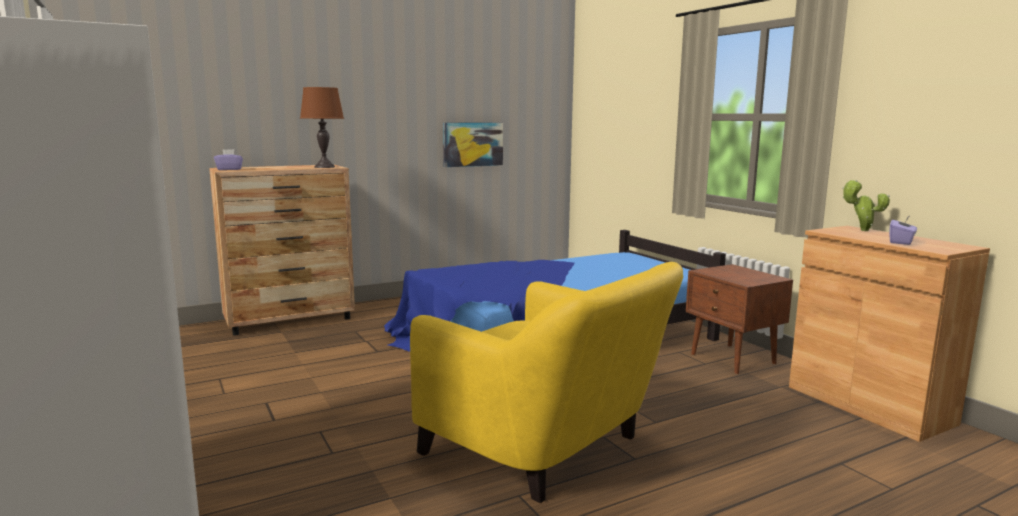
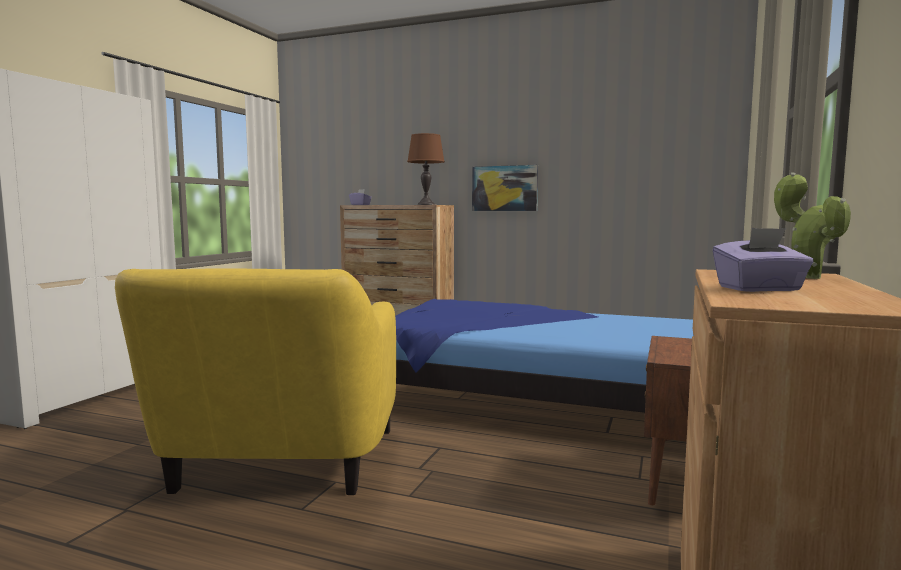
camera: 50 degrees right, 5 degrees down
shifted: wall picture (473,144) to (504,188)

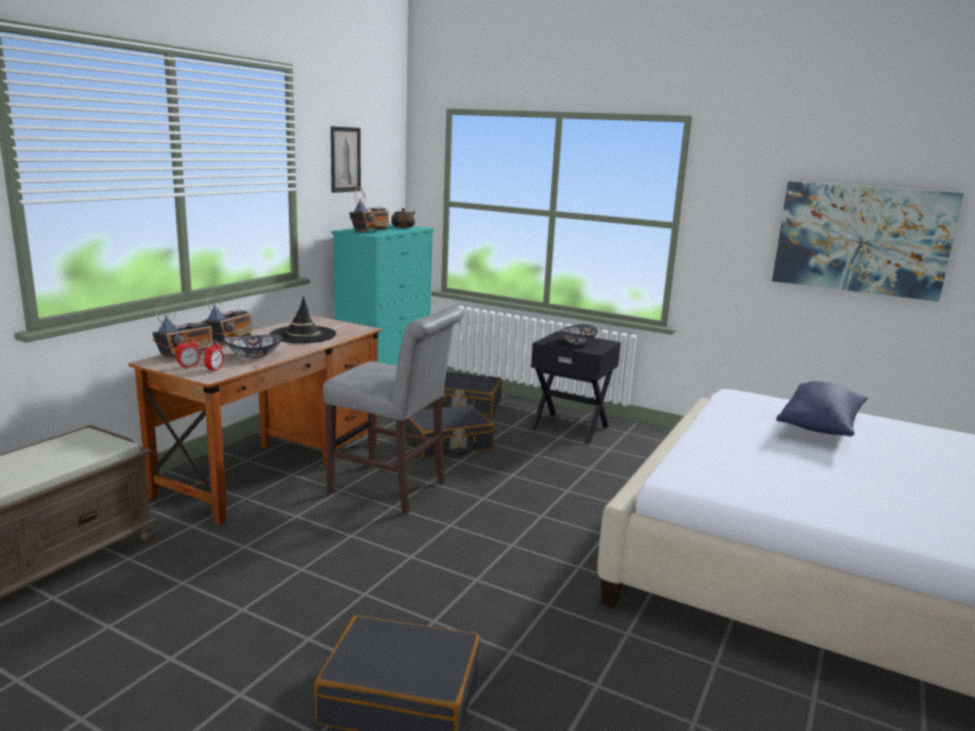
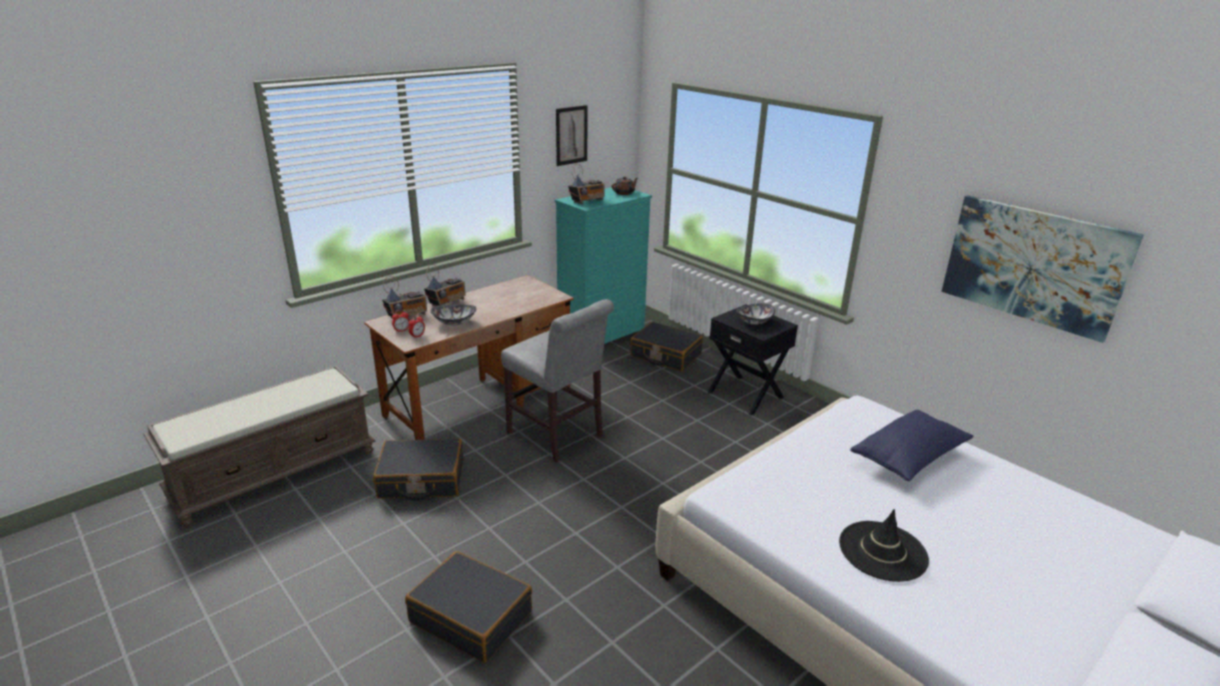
camera: 20 degrees right, 10 degrees up
shifted: wearable hat/blackish (303,335) to (882,551); suitcase/blackish (447,443) to (421,480)

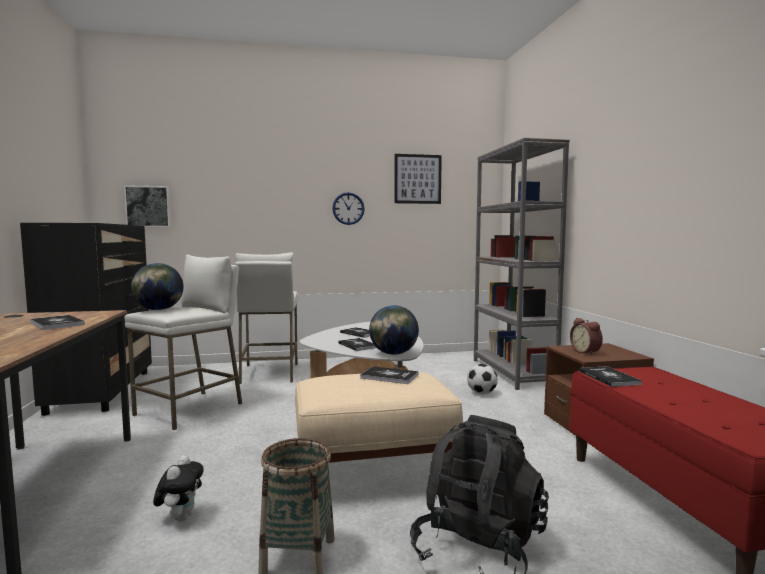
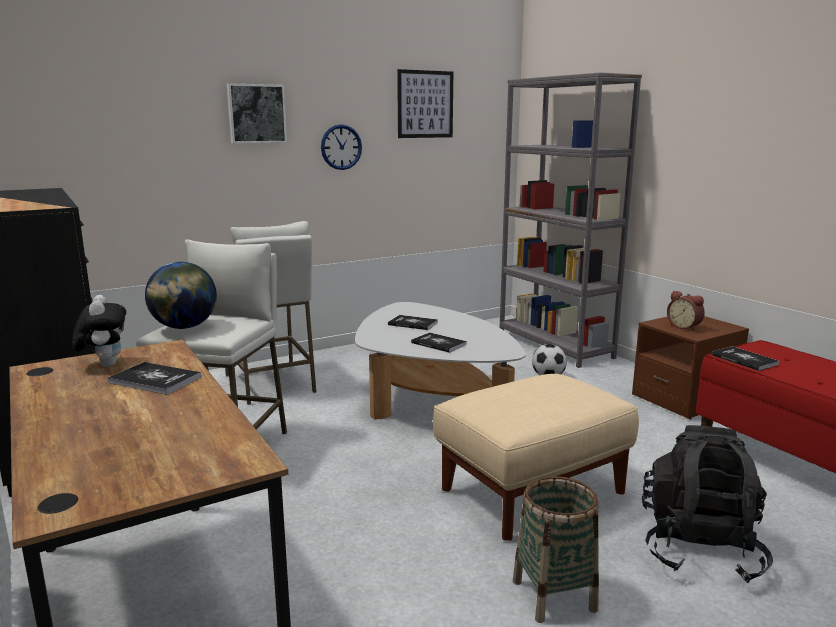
camera: 20 degrees left, 10 degrees up
gone: book (389,376); globe (393,354)
shifted: wall picture (148,206) to (256,113); soft toy (181,517) to (105,365)

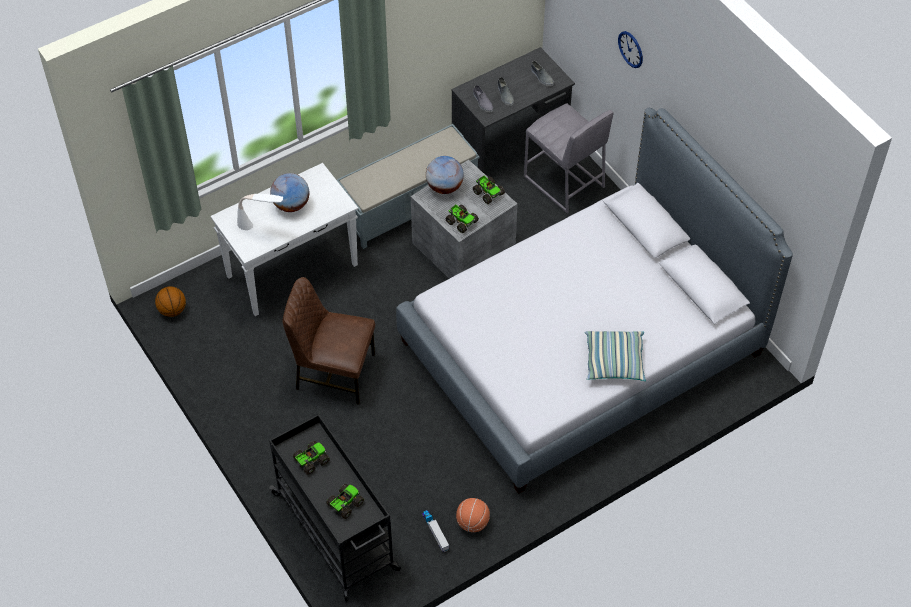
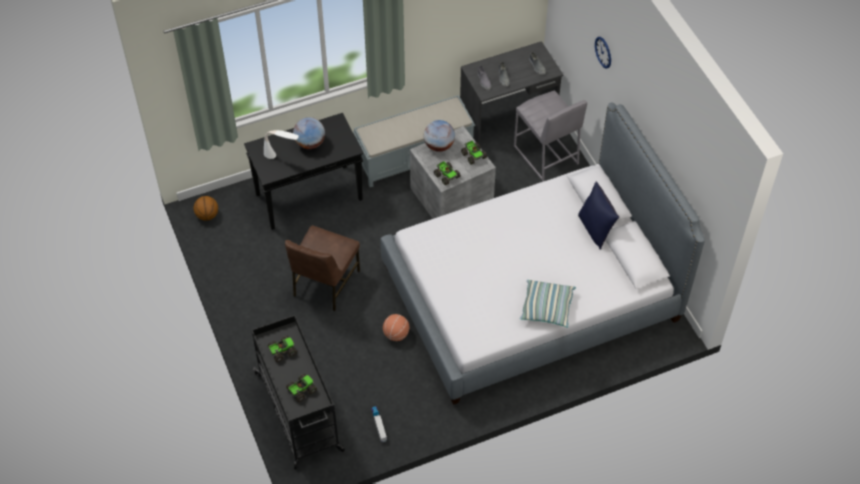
camera: 10 degrees right, 0 degrees up
new: throw pillow/bluish (595,229)
shifted: basketball ball (472,522) to (396,334)
repainted: narrow table/whitish (293,270) to narrow table/blackish (309,196)
rotated: upright chair/brownish (333,372) = (325,284) 90 degrees counterclockwise

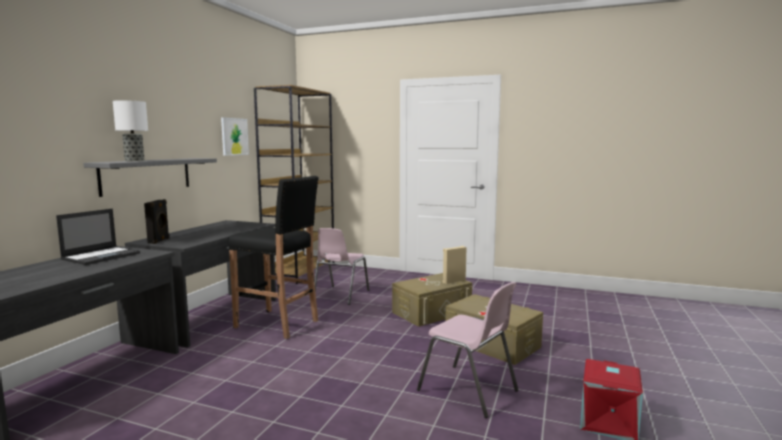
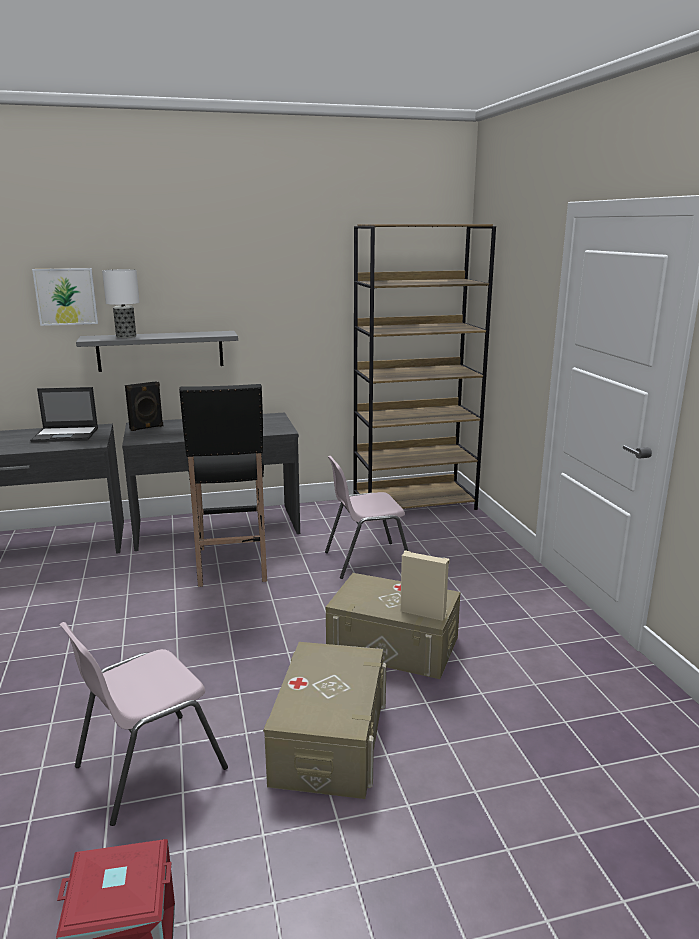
camera: 55 degrees right, 10 degrees up
shifted: wall picture (234,136) to (66,296)
rotated: upright chair/pinkish (469,391) = (148,767) 45 degrees clockwise

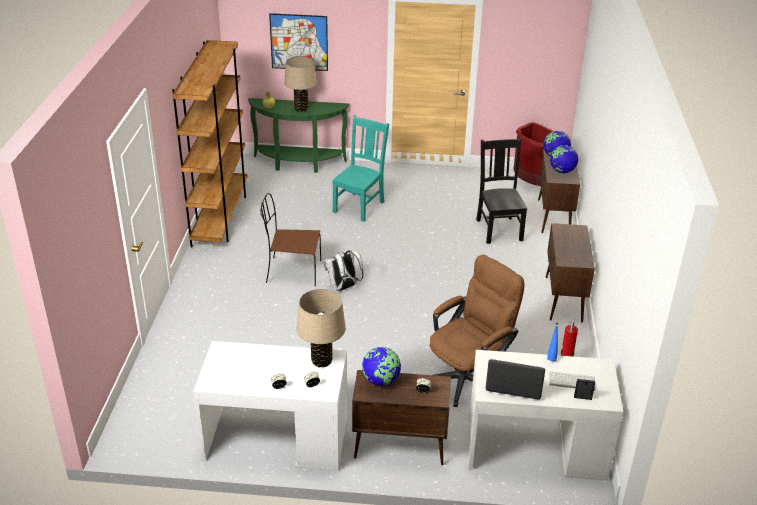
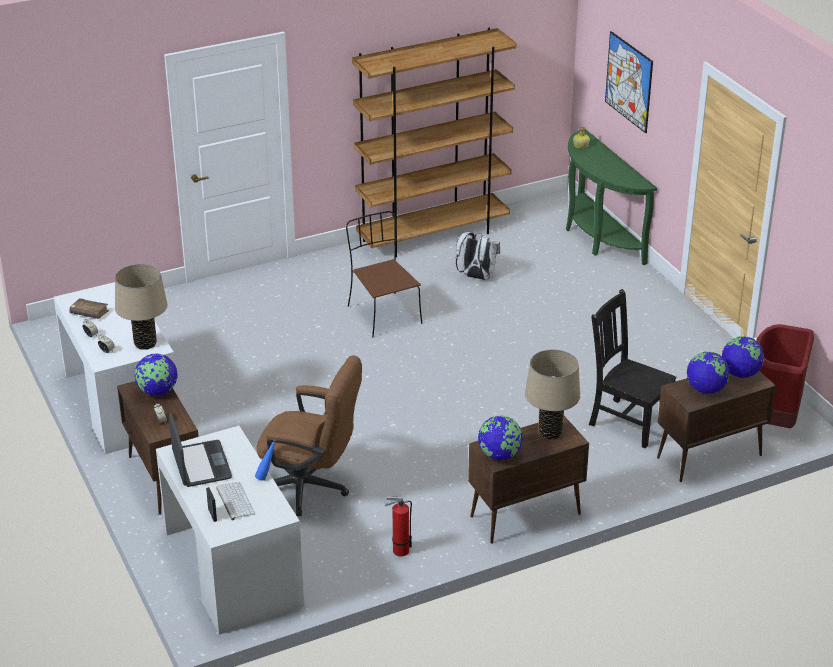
camera: 60 degrees right, 0 degrees up
gone: upright chair/blue-green (360,206)
new: book/brownish (89,313); globe (500,455)
shifted: table lamp/sand-coloured (301,109) to (550,433); backpack/whitish (343,287) to (476,277)
rotated: upright chair/blackish (499,229) = (627,422) 105 degrees counterclockwise

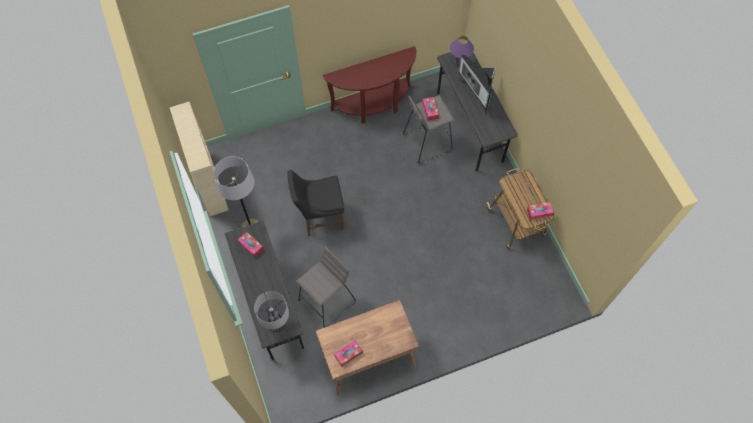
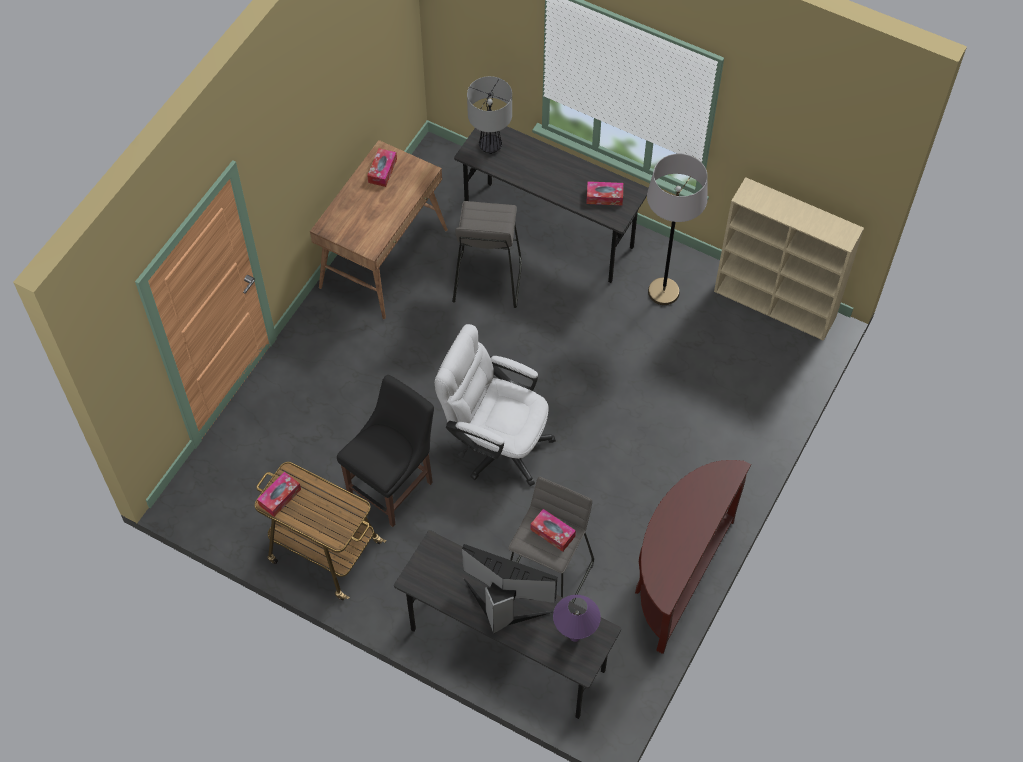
camera: 140 degrees right, 5 degrees down
new: computer chair/whitish (495,443)
shifted: upright chair/blackish (320,217) to (393,485)

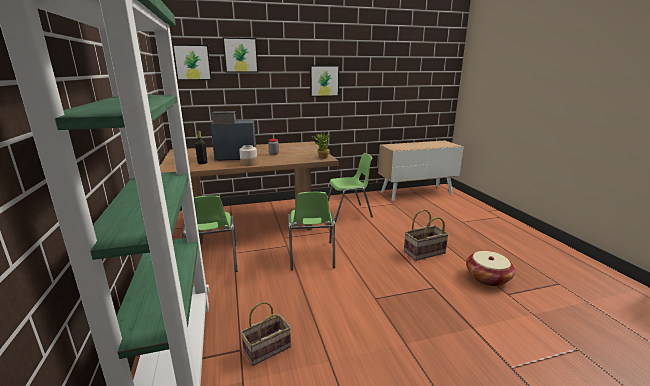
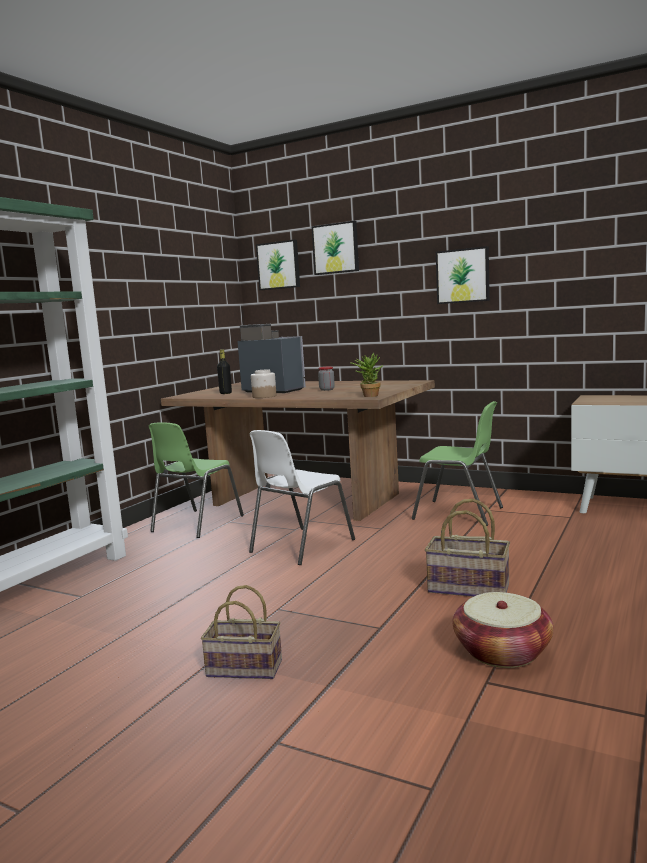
camera: 45 degrees right, 10 degrees down
shifted: basket (266,350) to (242,669)
repainted: upright chair/green (311,256) to upright chair/whitish (300,546)

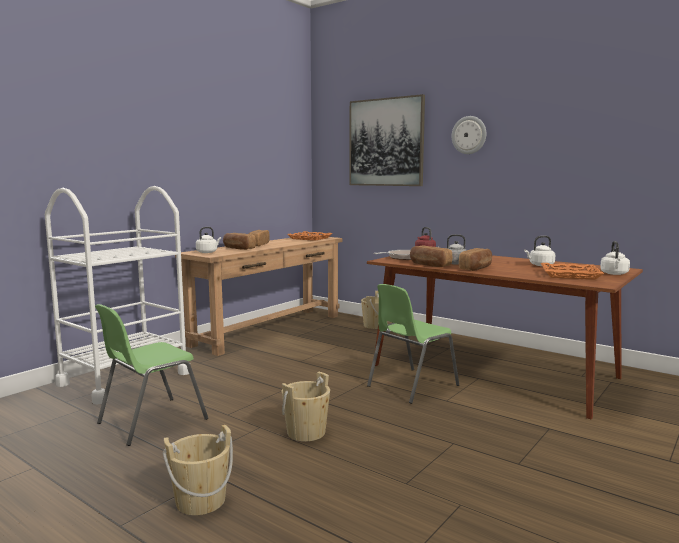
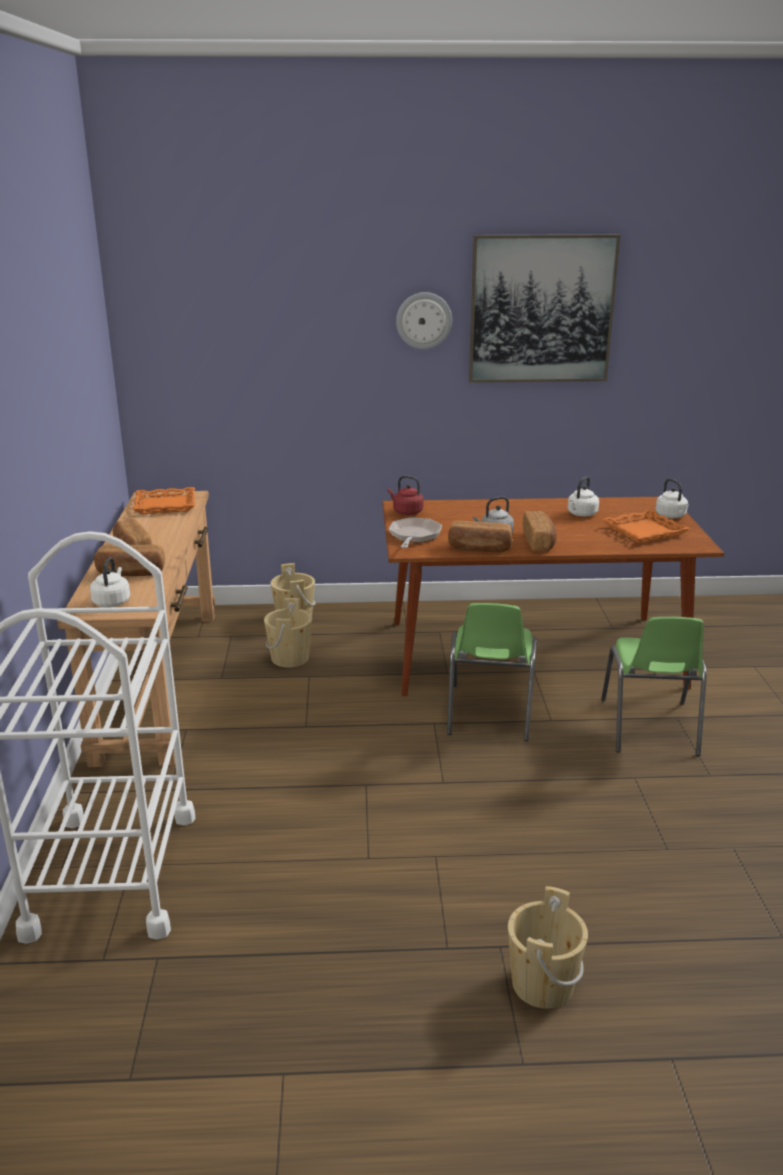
camera: 40 degrees left, 15 degrees up
shifted: upright chair/green (150,421) to (649,728); water bucket/sand-coloured (306,432) to (290,658); wall picture (386,142) to (541,309)

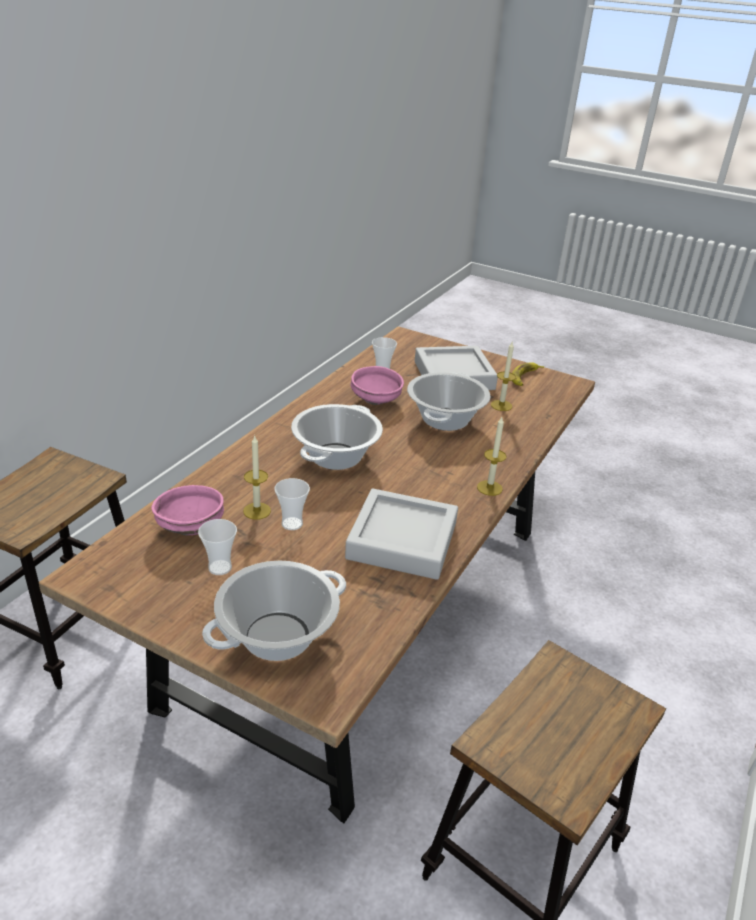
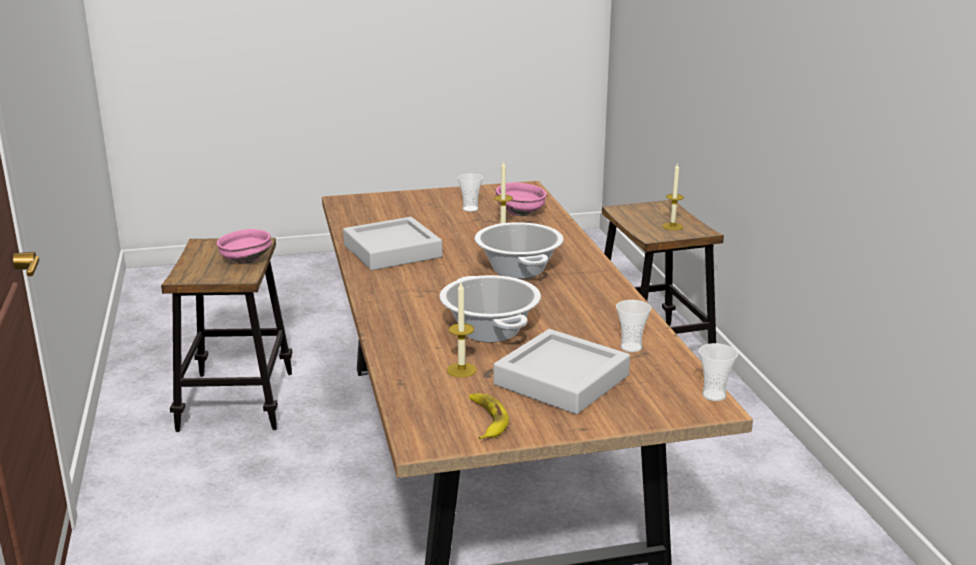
camera: 140 degrees right, 10 degrees down
gone: stockpot (277,636)
shifted: cup (292,524) to (714,395); serving bowl/pinkish (376,400) to (245,260); wax candle (489,488) to (672,226)

